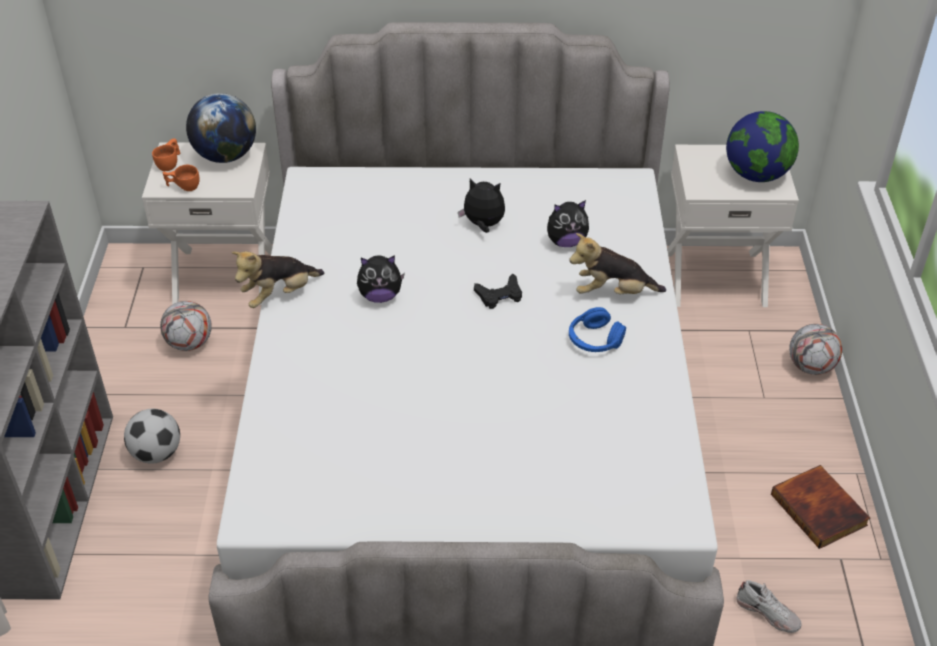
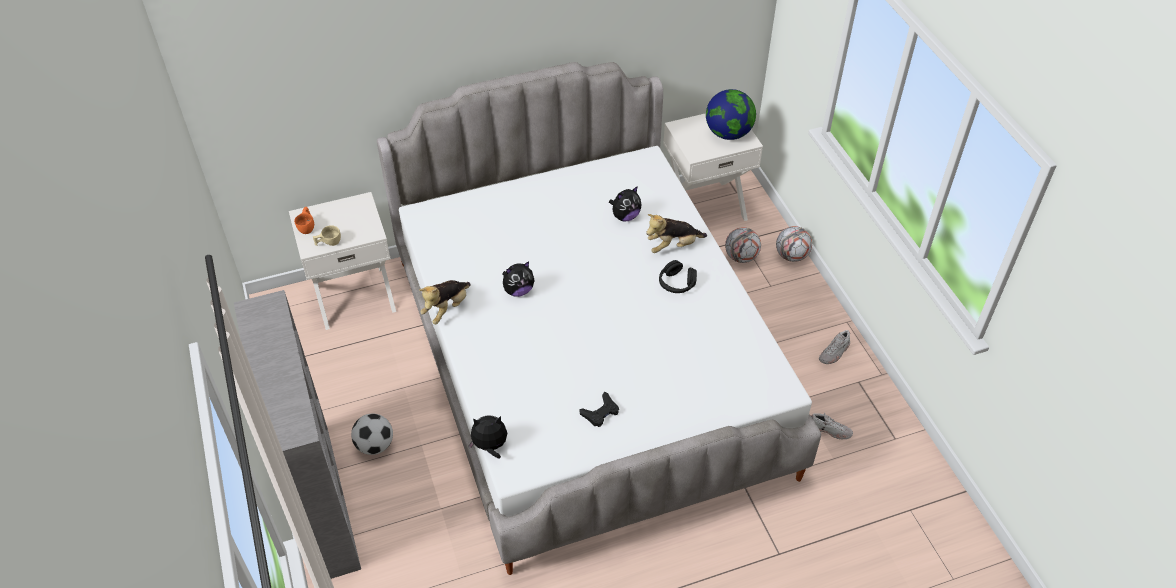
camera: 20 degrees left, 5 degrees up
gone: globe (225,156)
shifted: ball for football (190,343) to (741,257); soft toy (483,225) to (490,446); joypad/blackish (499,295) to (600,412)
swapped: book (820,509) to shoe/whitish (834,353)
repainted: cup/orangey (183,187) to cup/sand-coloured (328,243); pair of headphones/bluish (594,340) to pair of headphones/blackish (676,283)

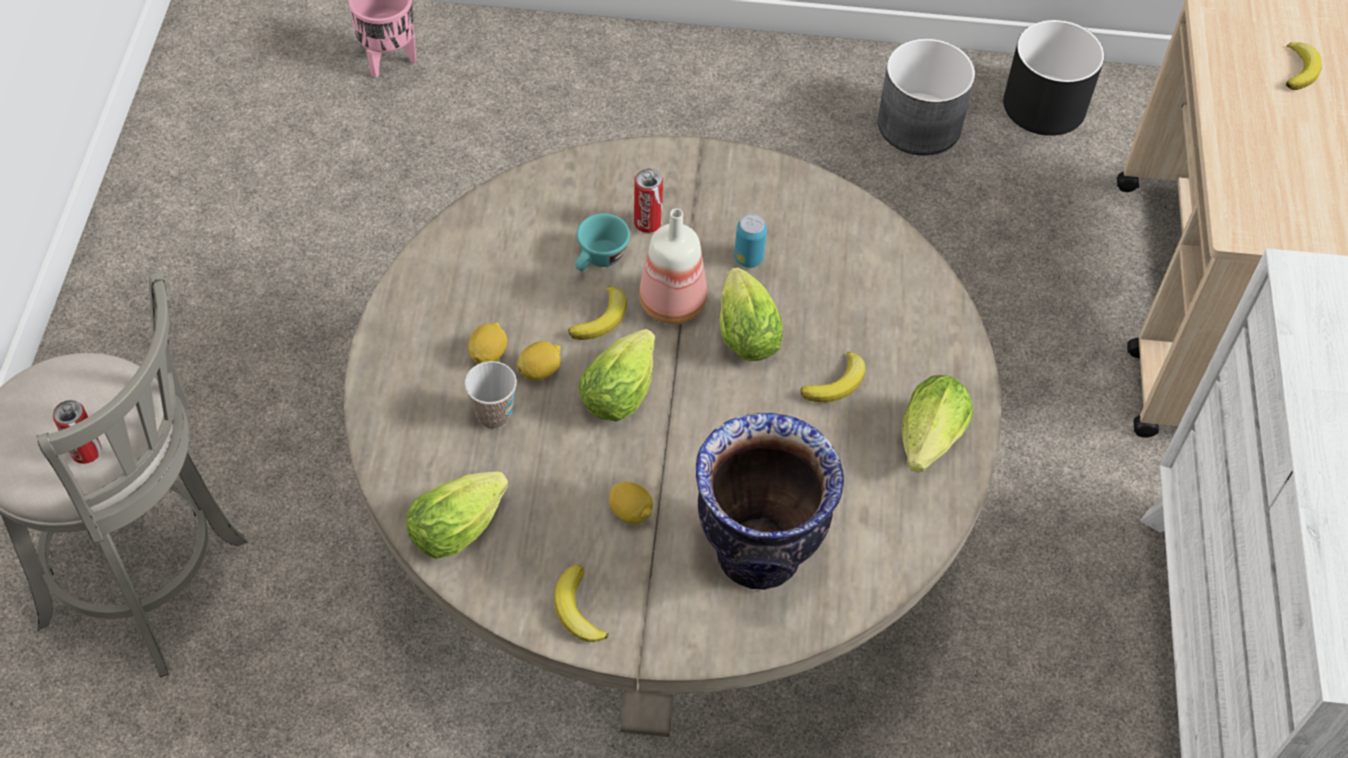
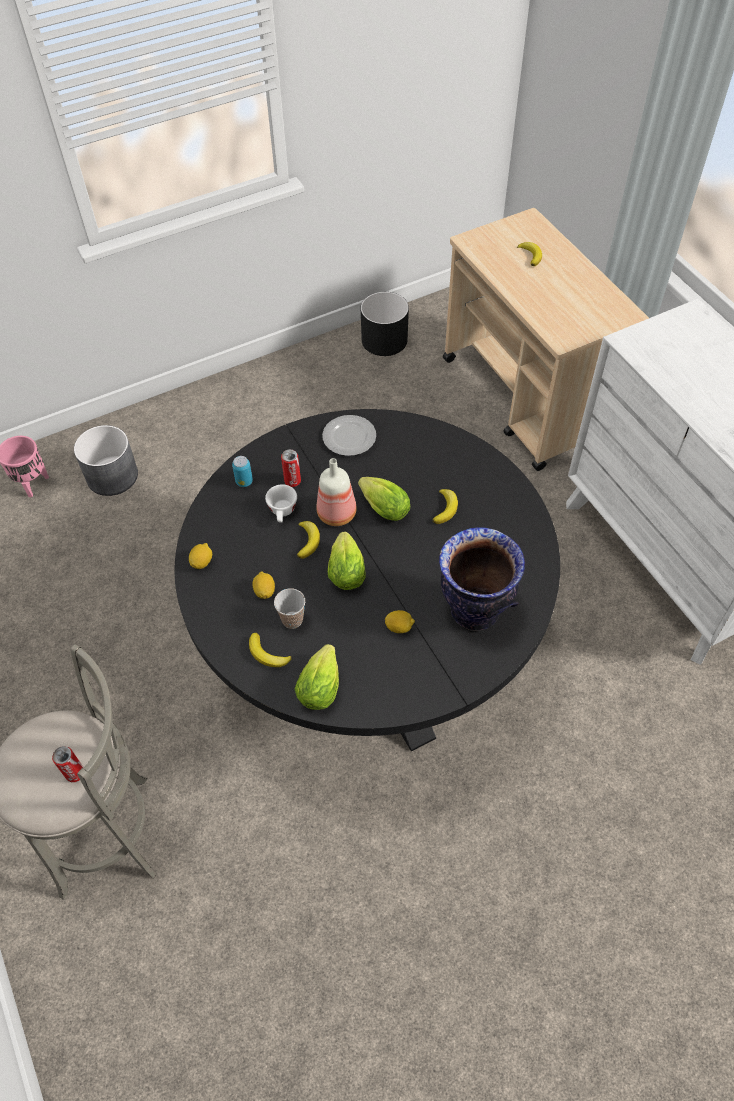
camera: 30 degrees left, 0 degrees up
gone: lettuce (927,444)
new: plate (349,437)
shifted: whole lemon (540,371) to (202,562); banana fruit (577,609) to (267,654); sealed can (748,258) to (244,481); planter/grey (920,124) to (113,475)
repainted: dining table/sand-coloured (664,559) to dining table/blackish (369,655); cup/blue-green (599,260) to cup/whitish (283,512)

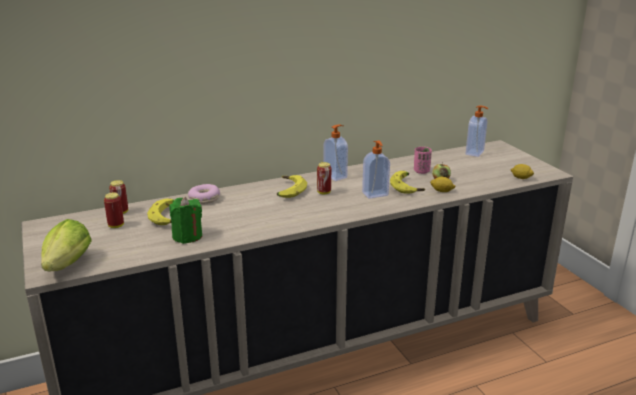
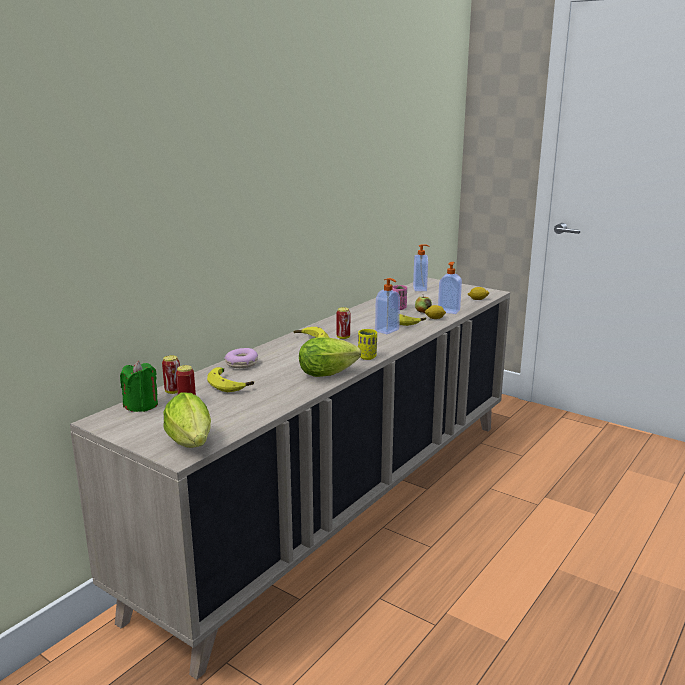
camera: 30 degrees left, 5 degrees down
new: lettuce (330,373); cup/yellow-coloured (367,357)
shifted: wax candle/green (187,236) to (141,405); soap dispenser (335,176) to (449,311)

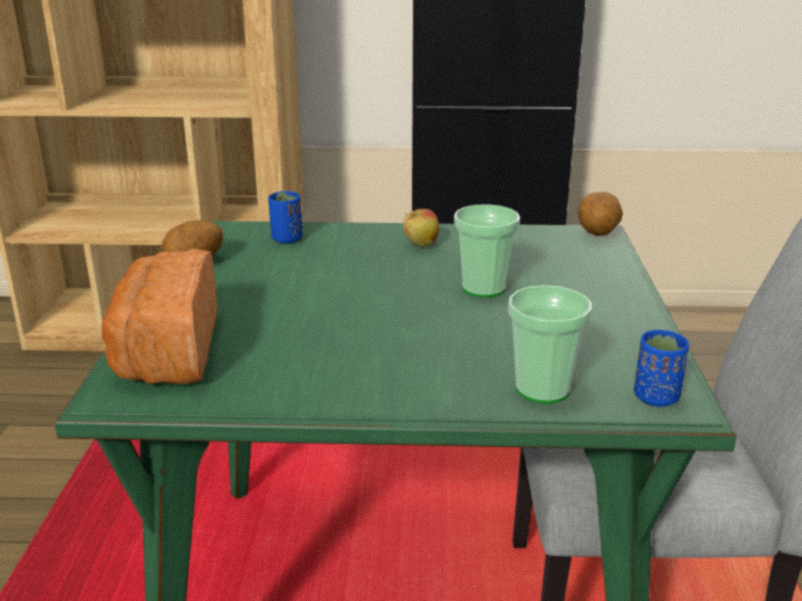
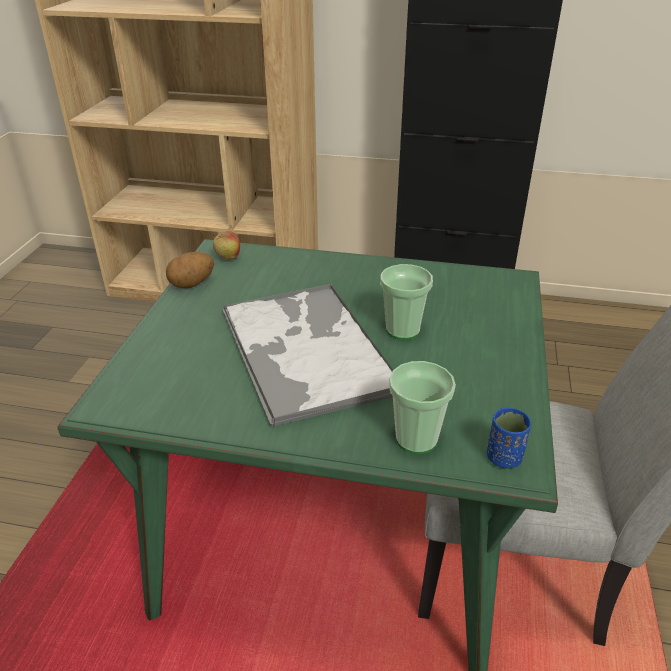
camera: 10 degrees right, 10 degrees up
gone: bread (166,351); cup/bluish (287,239); whole potato (597,233)
new: carrying tray (305,349)
shifted: apple (420,245) to (228,258)

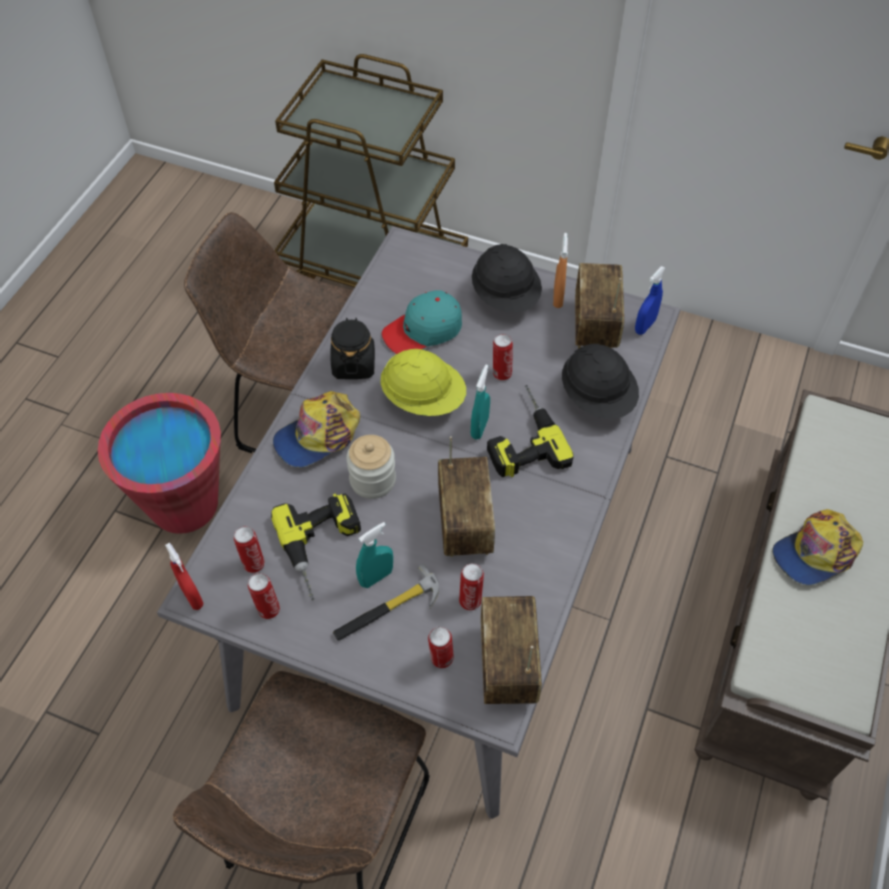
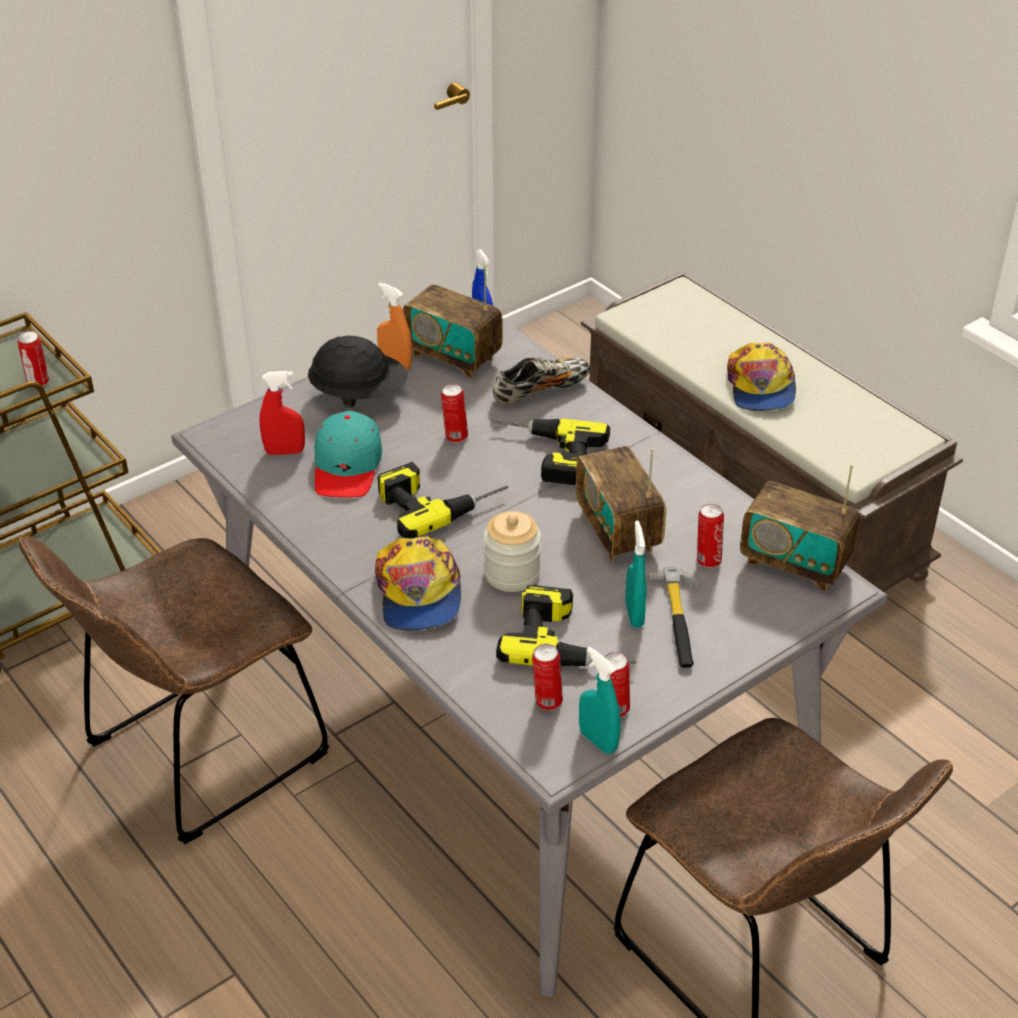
camera: 60 degrees left, 15 degrees down
gone: water bucket/reddish (184,504); storage jar/blackish (353,364)
shifted: sprayer/reddish (192,596) to (285,452); sealed can (441,659) to (38,382); sprayer/blue-green (479,427) to (598,741)
swapped: safety helmet/yellow-coloured (423,399) to drill (439,500); safety helmet/blackish (597,397) to shoe (540,390)
rotated: radio (464,524) = (618,531) 135 degrees counterclockwise

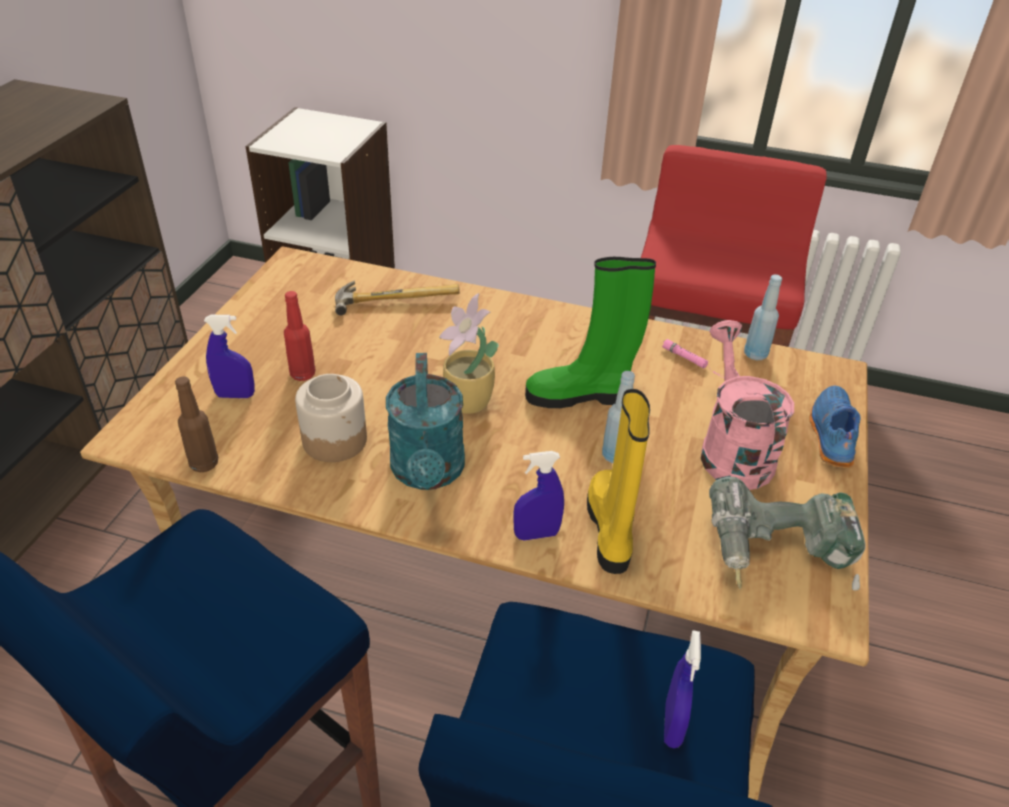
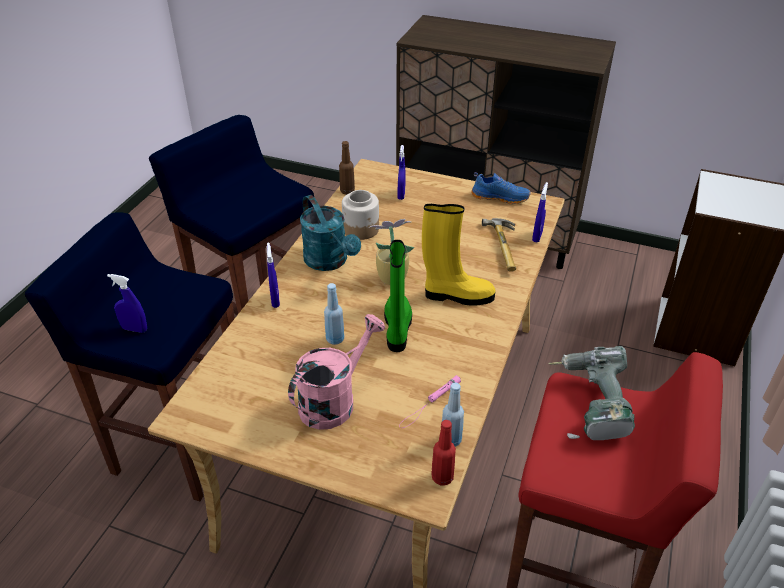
camera: 95 degrees right, 0 degrees up
new: sprayer/bluish (537,236)
shifted: beverage bottle/reddish (303,374) to (442,477); boot/yellow-coloured (611,529) to (457,295); drill (777,557) to (590,404); shoe/bluish (830,434) to (500,197)
rotated: watering pot/blue-green (428,473) = (330,262) 120 degrees counterclockwise; watering pot/pinkish (731,449) = (334,400) 45 degrees counterclockwise

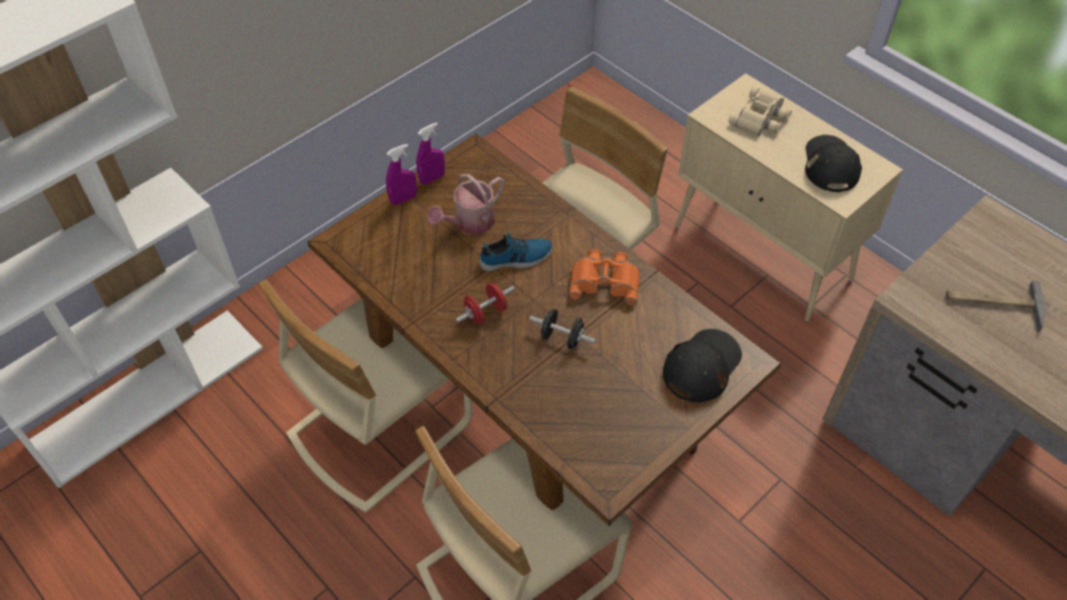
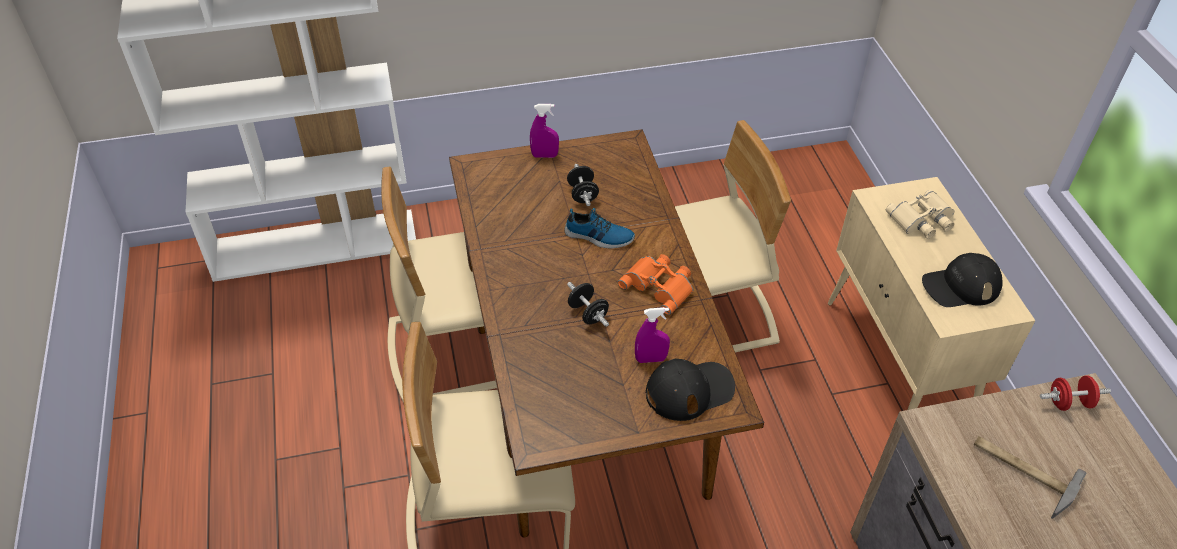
camera: 30 degrees right, 5 degrees down
shifted: sprayer/purplish (432,178) to (650,359); free weight/reddish (485,313) to (1069,402)
swapped: watering pot (469,223) to free weight/blackish (582,194)
rotated: peaked cap/blackish (830,165) = (960,286) 135 degrees counterclockwise

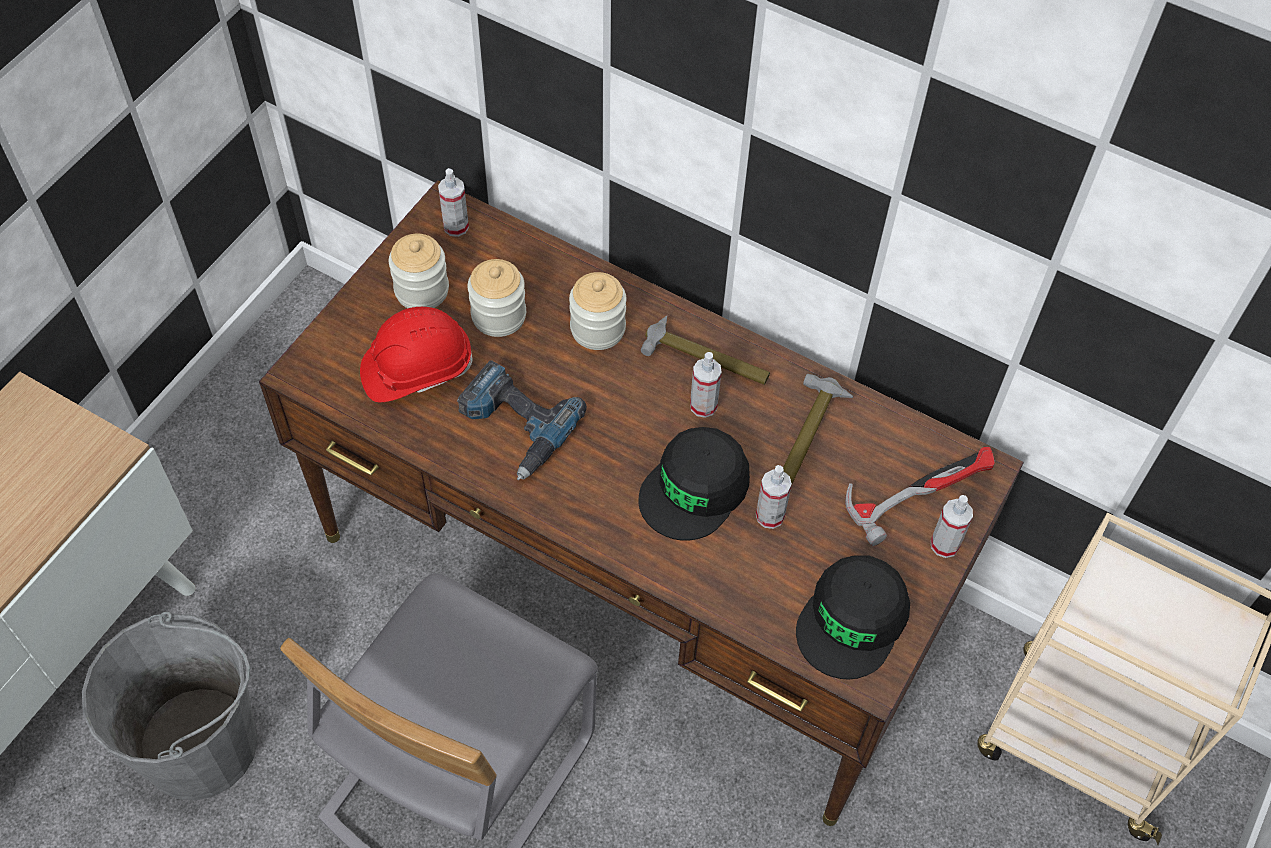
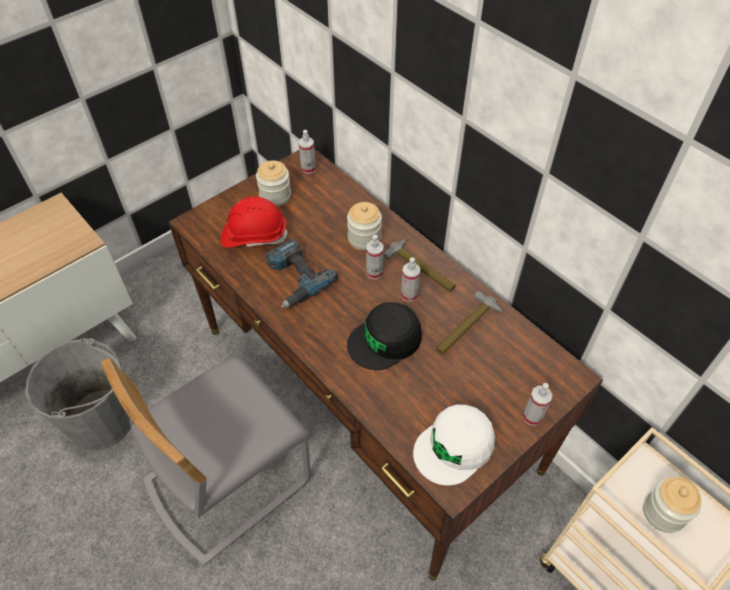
camera: 20 degrees right, 5 degrees down
gone: hammer (920,488)
shifted: storage jar (498,315) to (663,512); sprayer (770,516) to (374,272)
repainted: peaked cap/blackish (853,621) to peaked cap/whitish (454,447)

